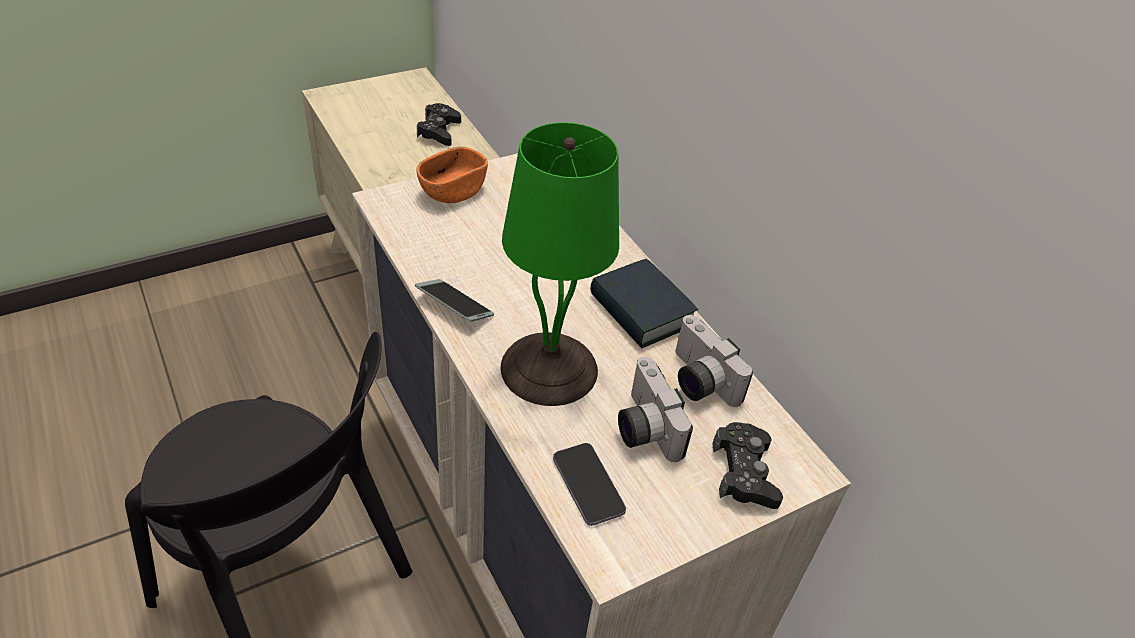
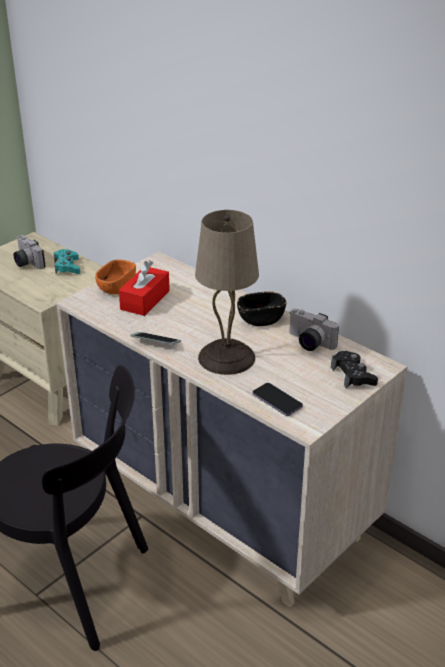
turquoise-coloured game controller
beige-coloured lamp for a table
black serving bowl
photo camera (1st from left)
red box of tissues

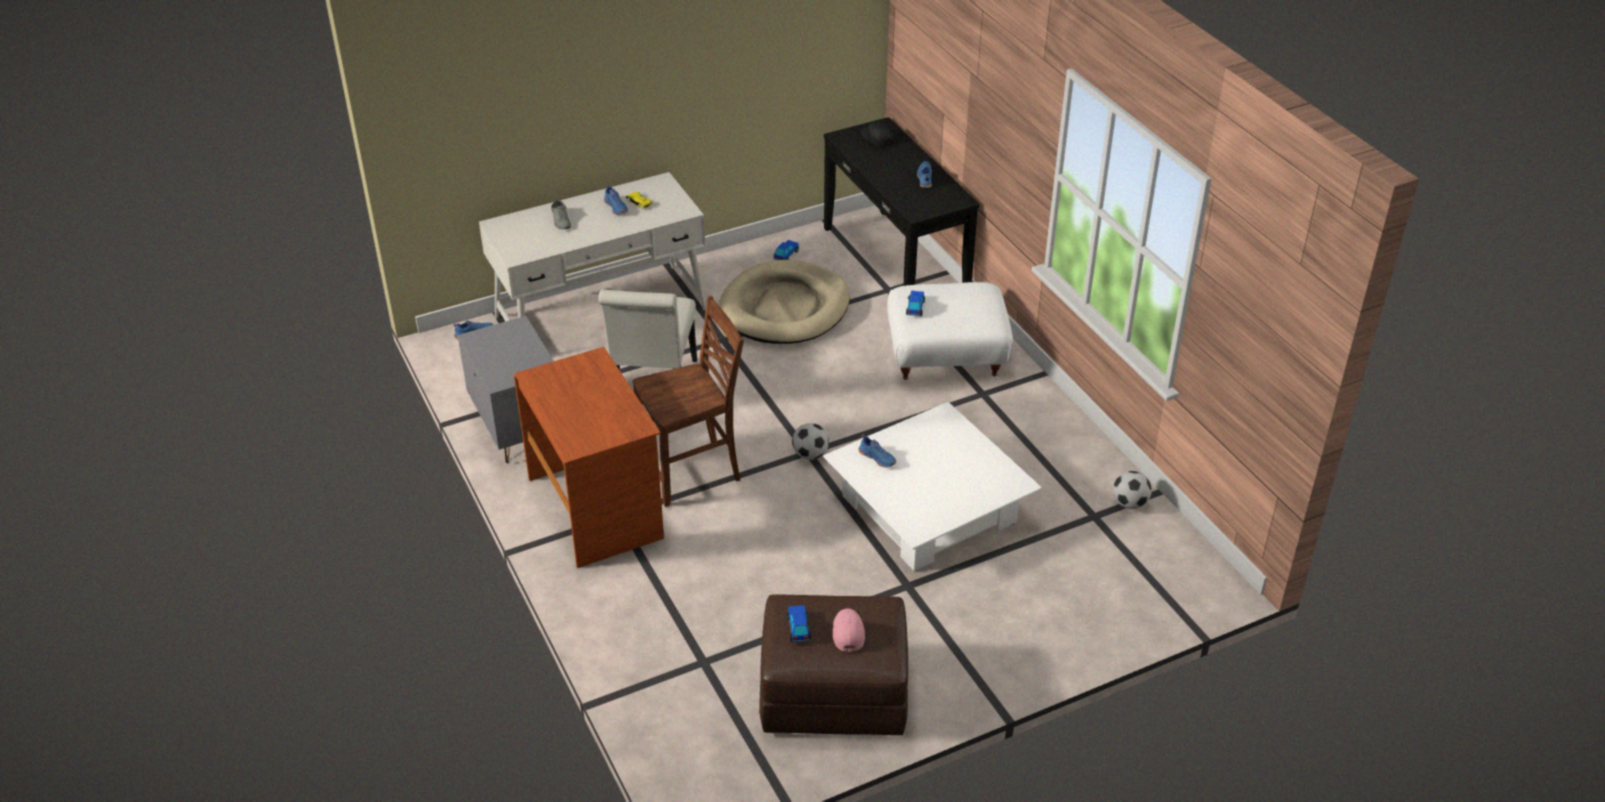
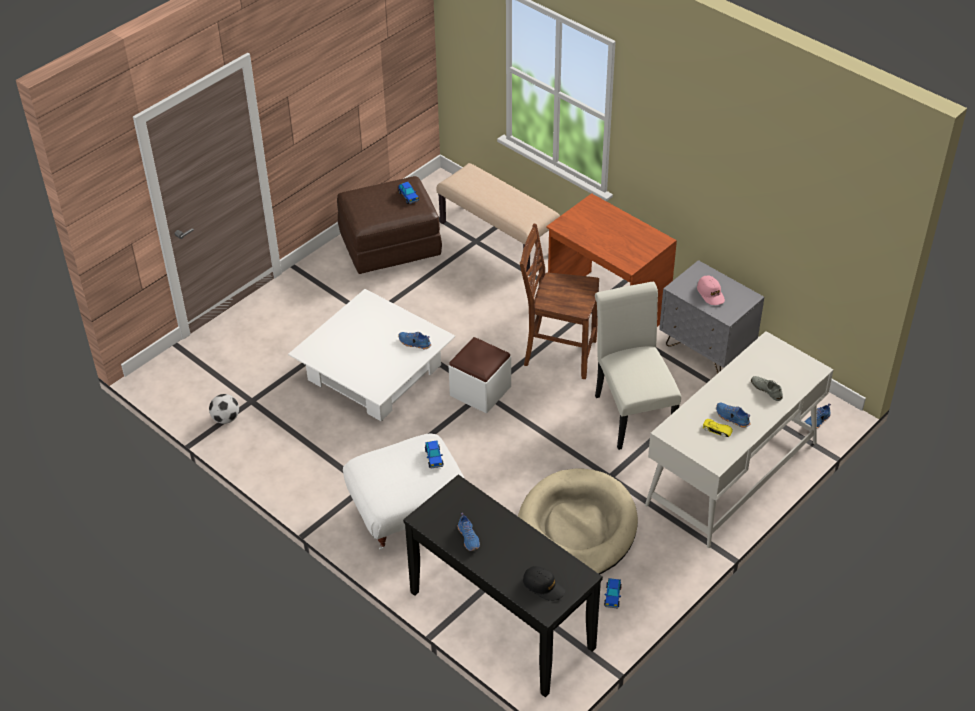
brown upright chair
white-coloured pouffe (2nd from left)
pinkish baseball cap
beige-coloured indoor bench

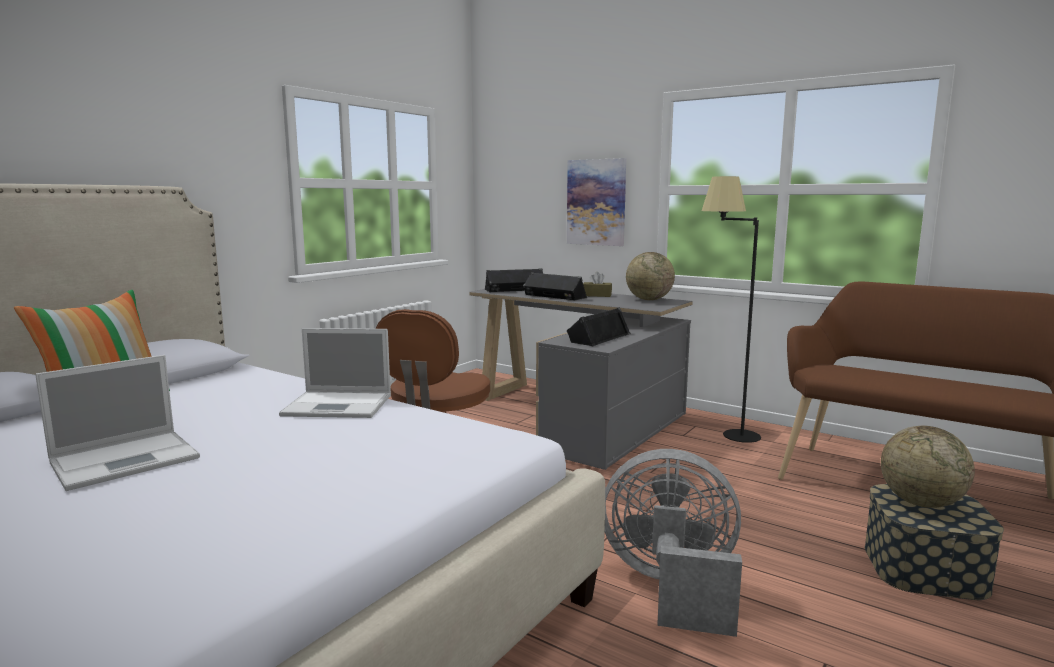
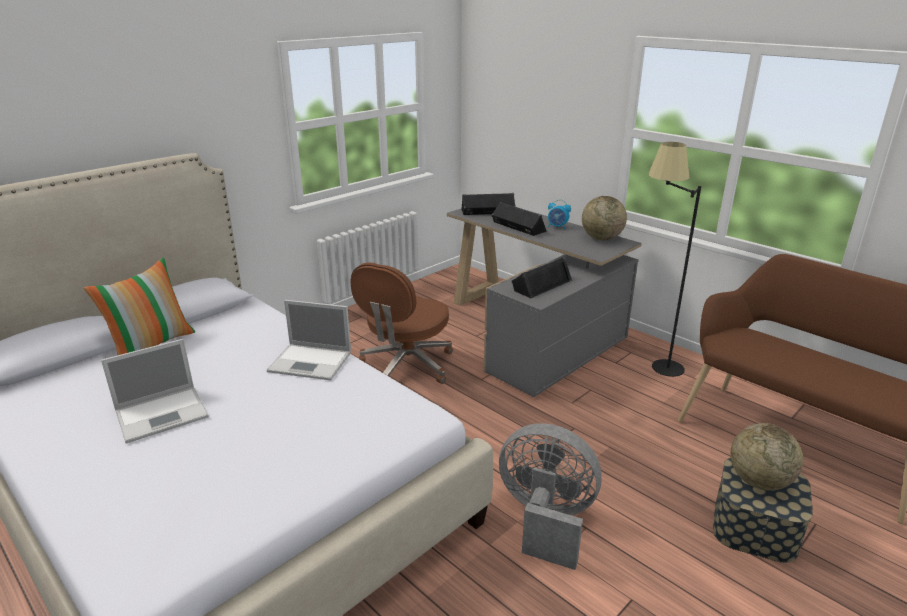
picture
table clock

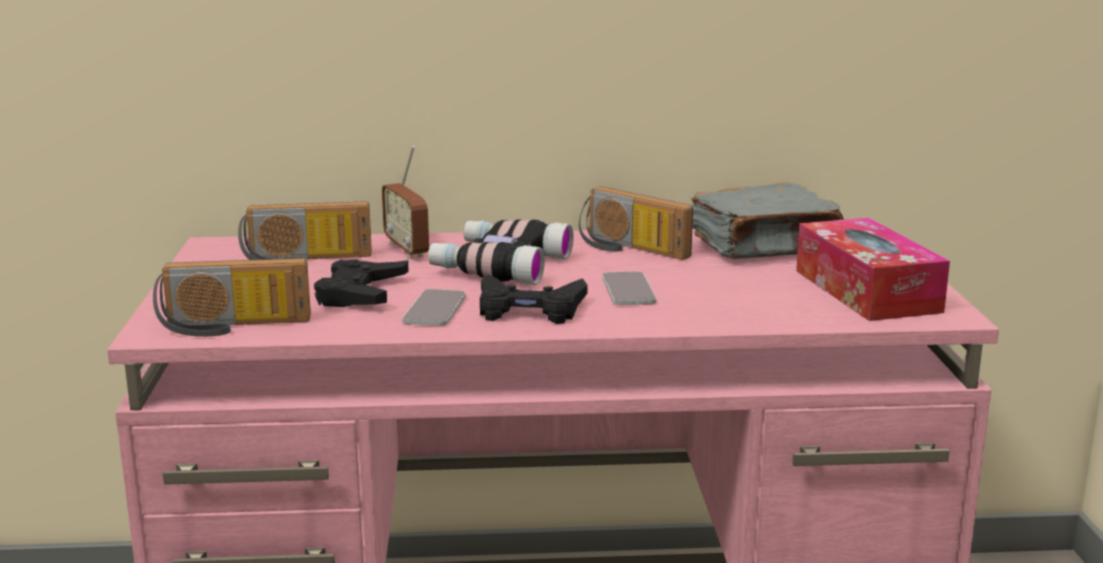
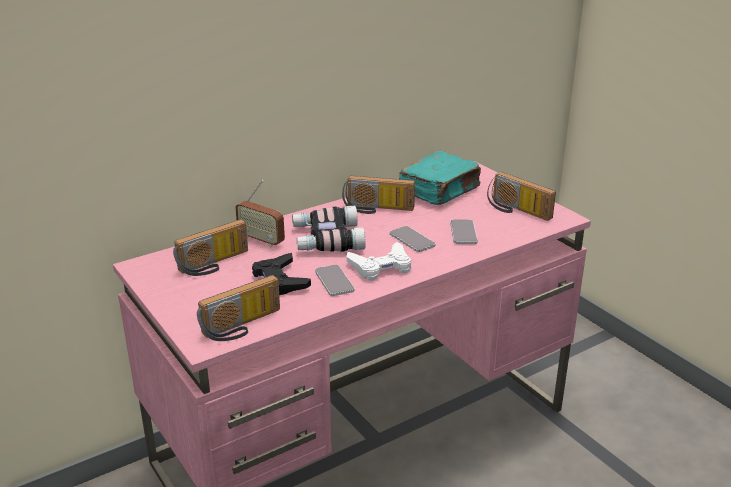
white-coloured game controller
turquoise-coloured bound book
radio set (5th from left)
phone (3rd from left)

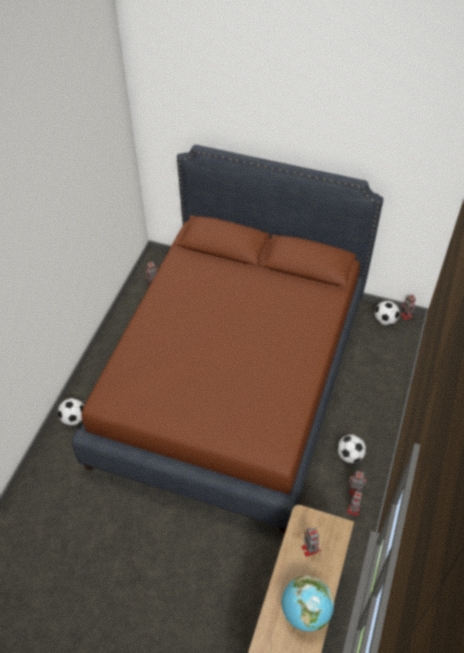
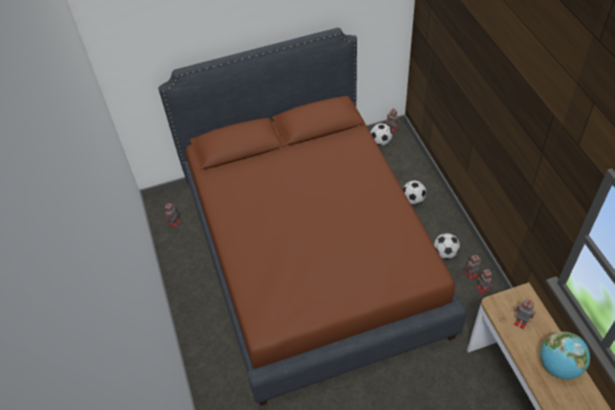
football ball (2nd from left)

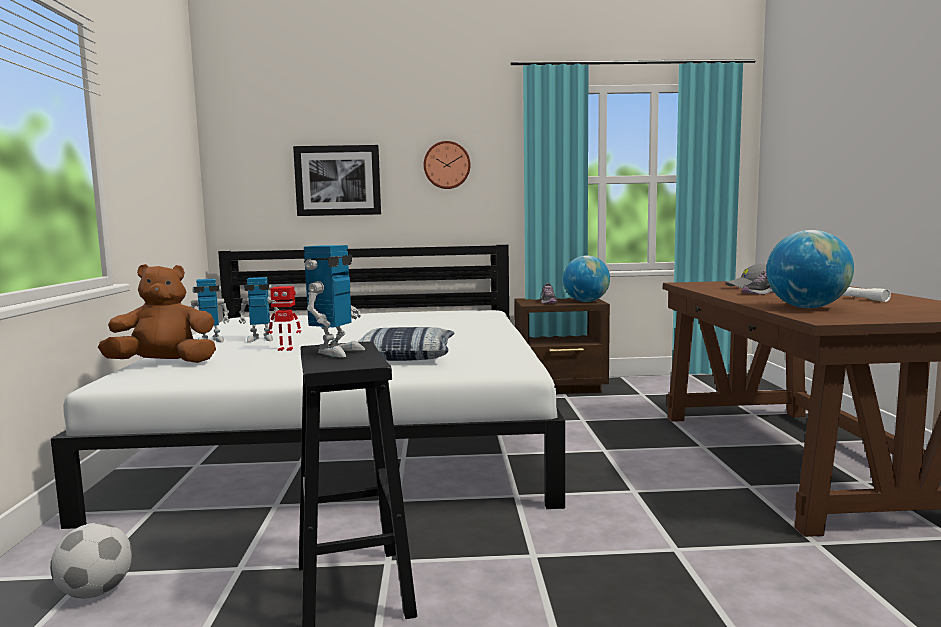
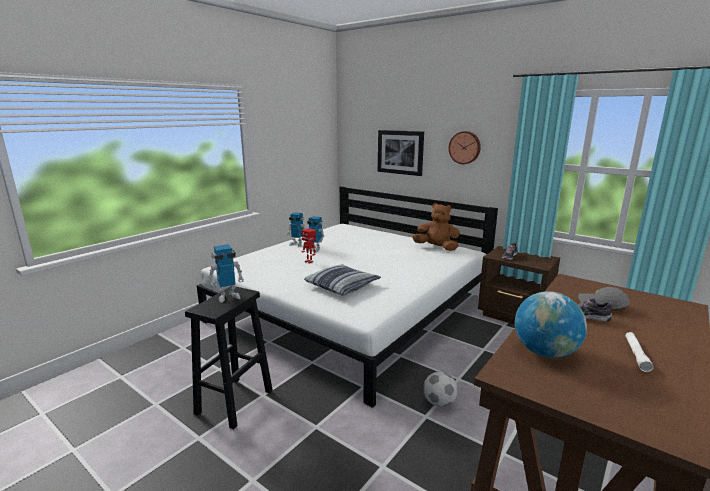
football ball
brown soft toy
desk globe (1st from left in the first image)

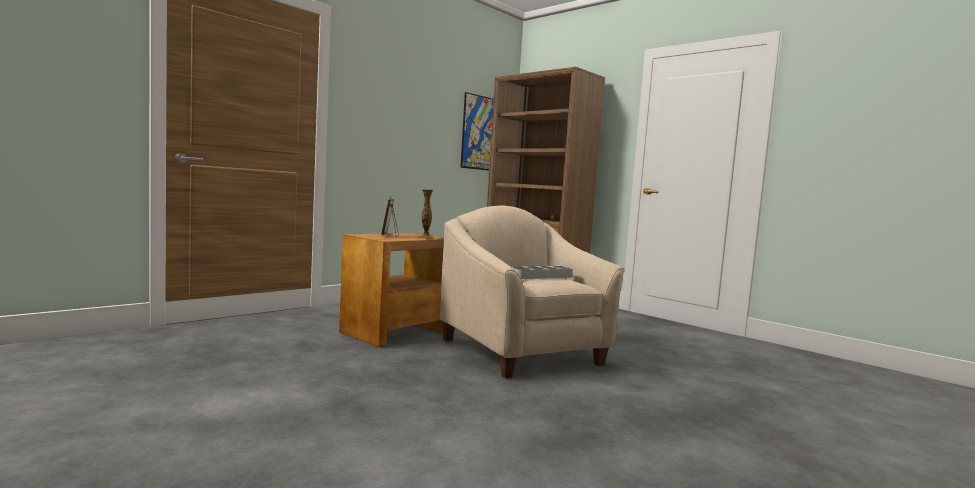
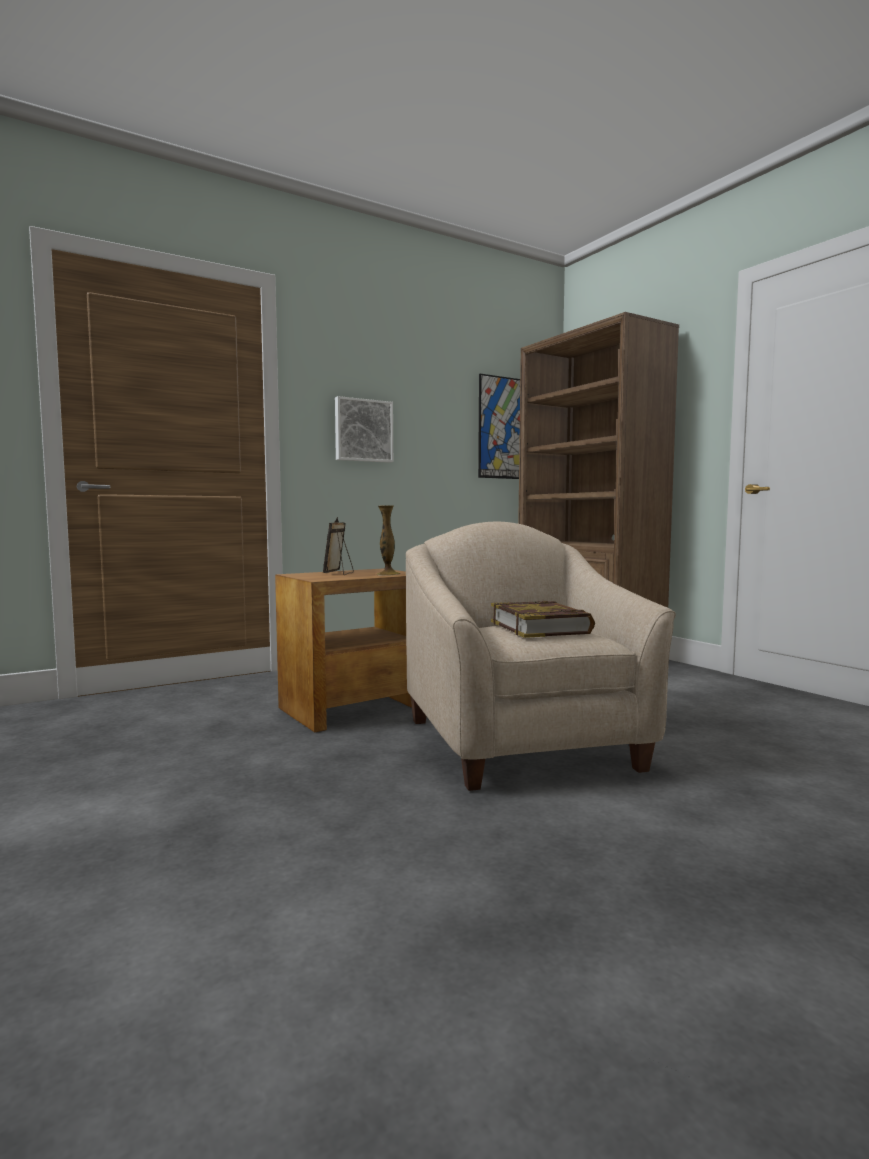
bound book
picture (1st from left)

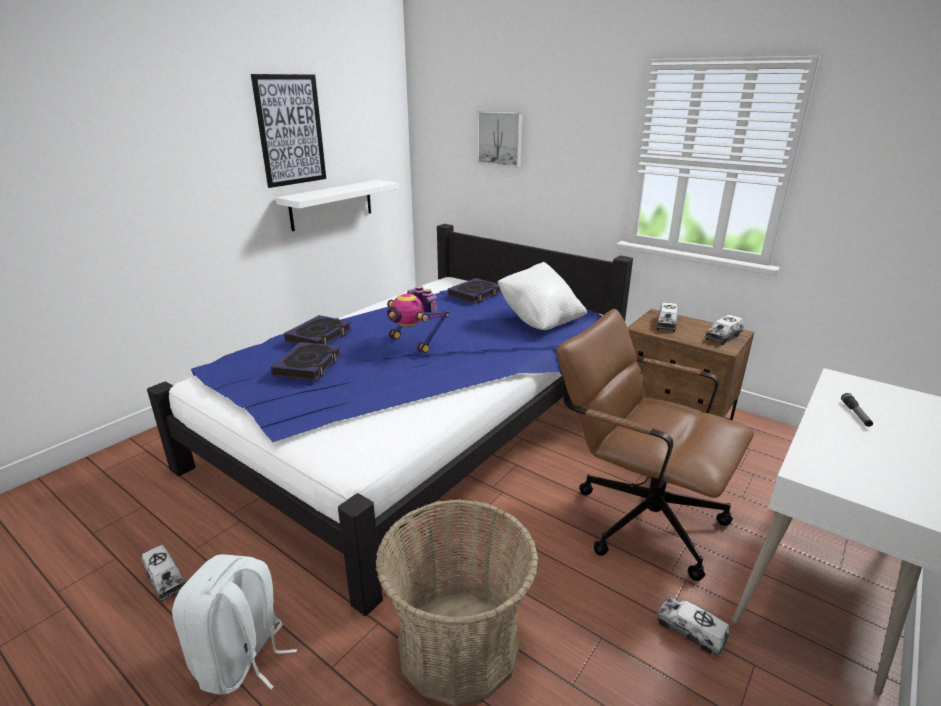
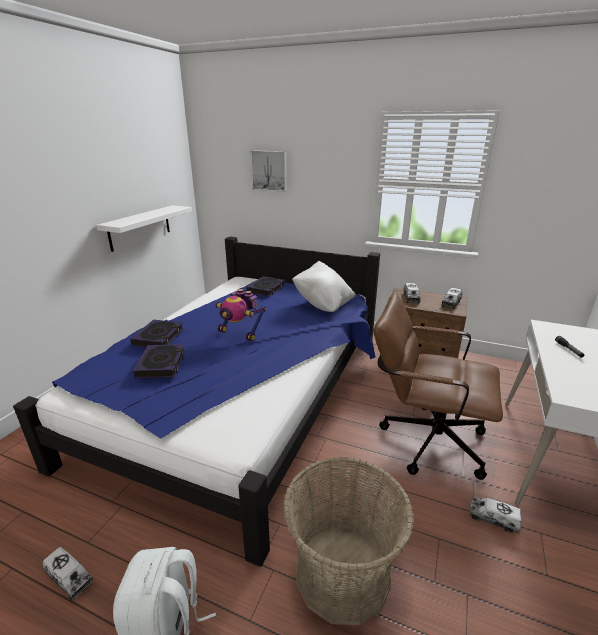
picture (1st from left in the first image)

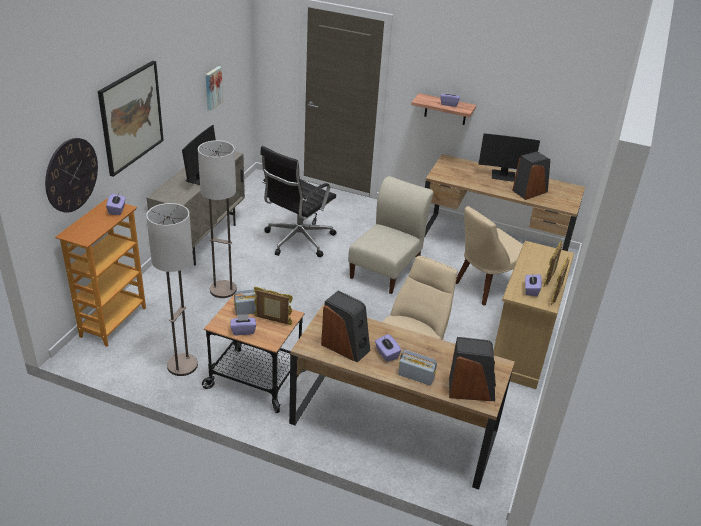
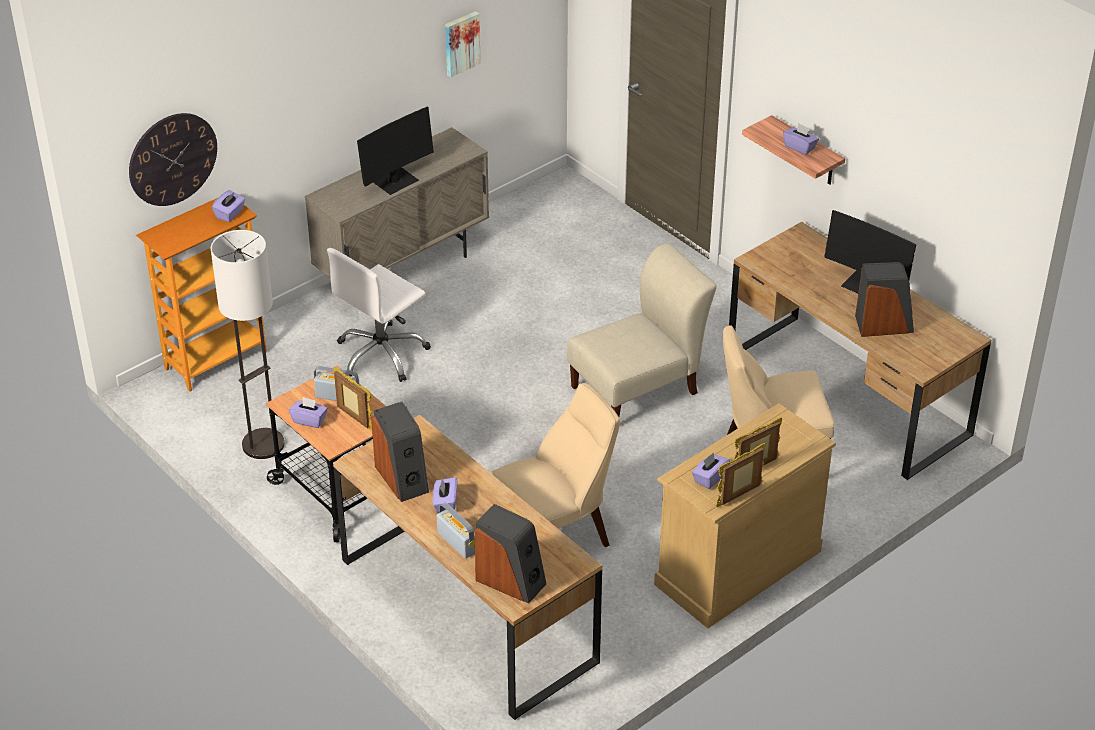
picture (1st from left in the first image)
white-coloured computer chair
black computer chair

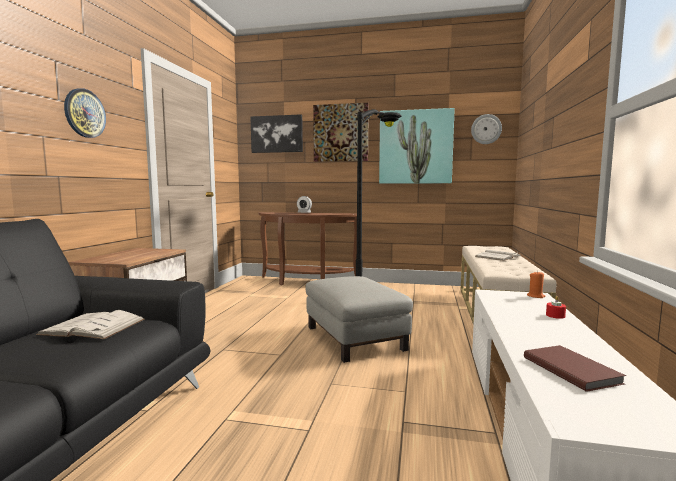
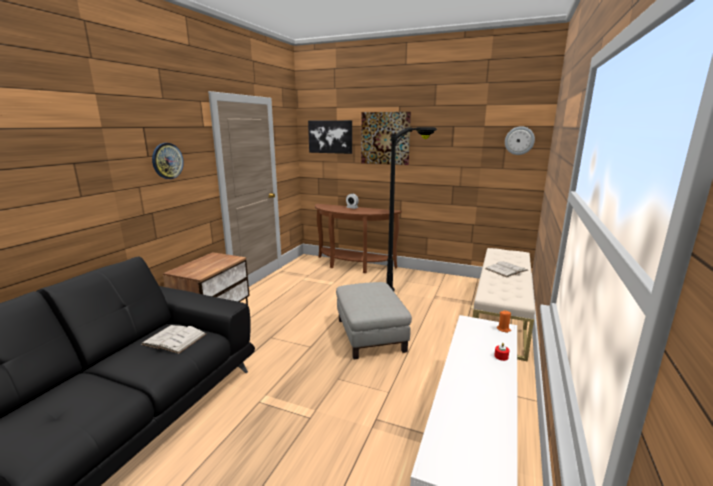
picture (3rd from left in the first image)
brown bound book

